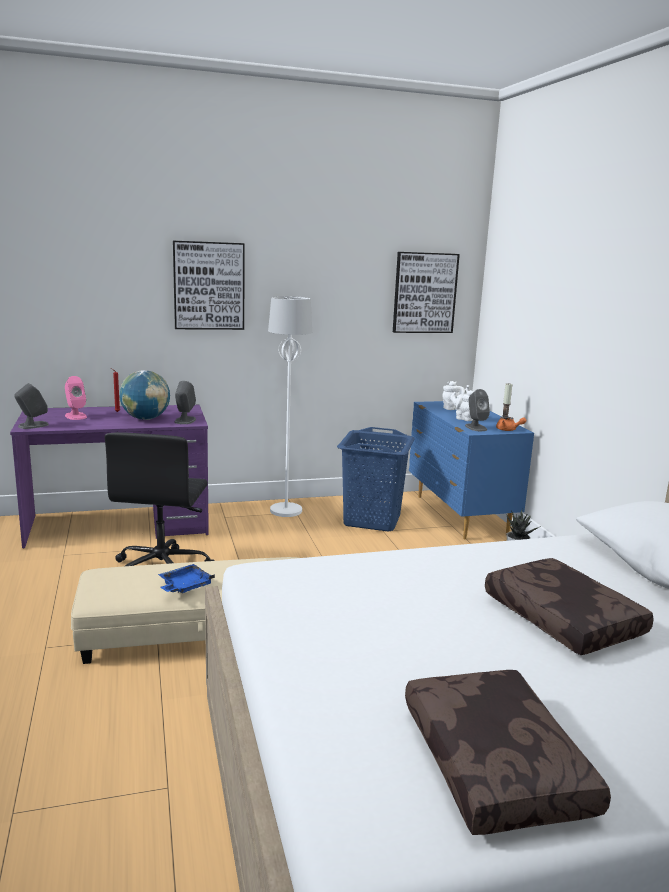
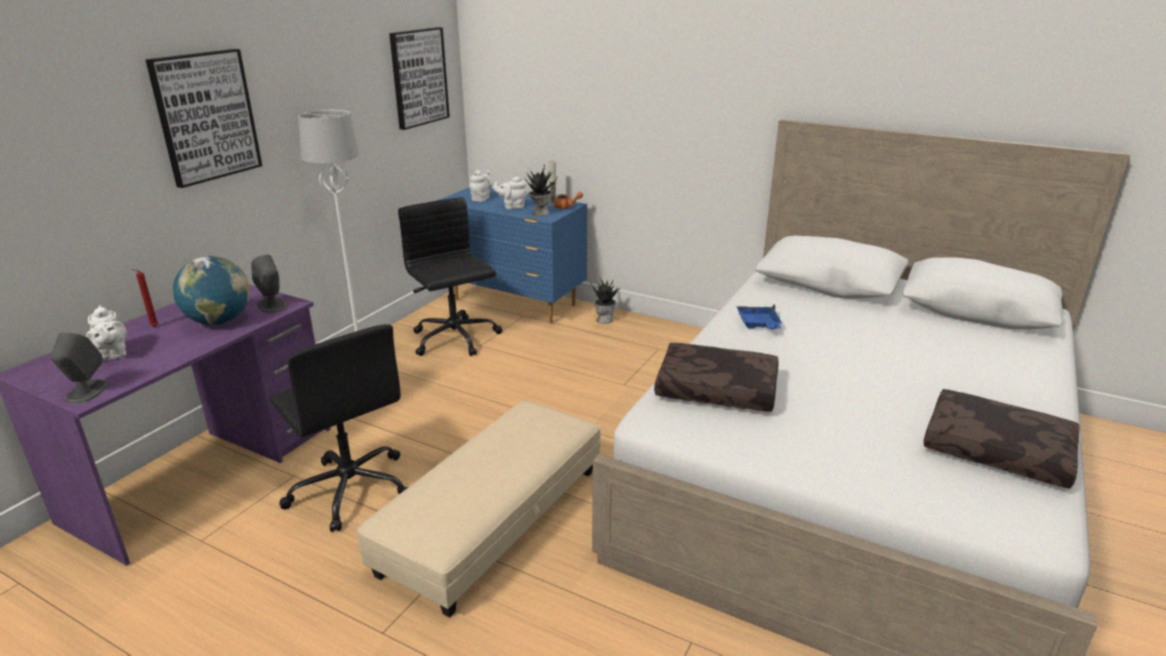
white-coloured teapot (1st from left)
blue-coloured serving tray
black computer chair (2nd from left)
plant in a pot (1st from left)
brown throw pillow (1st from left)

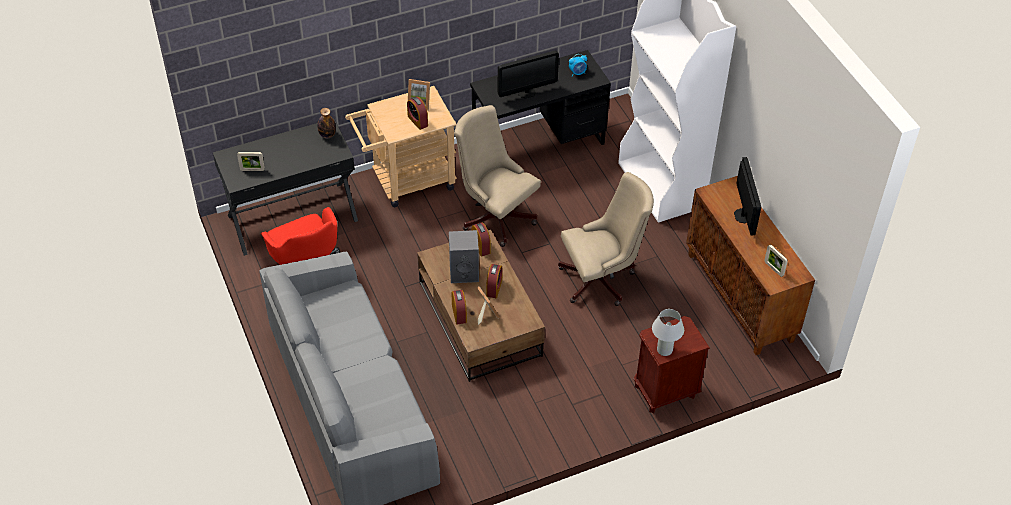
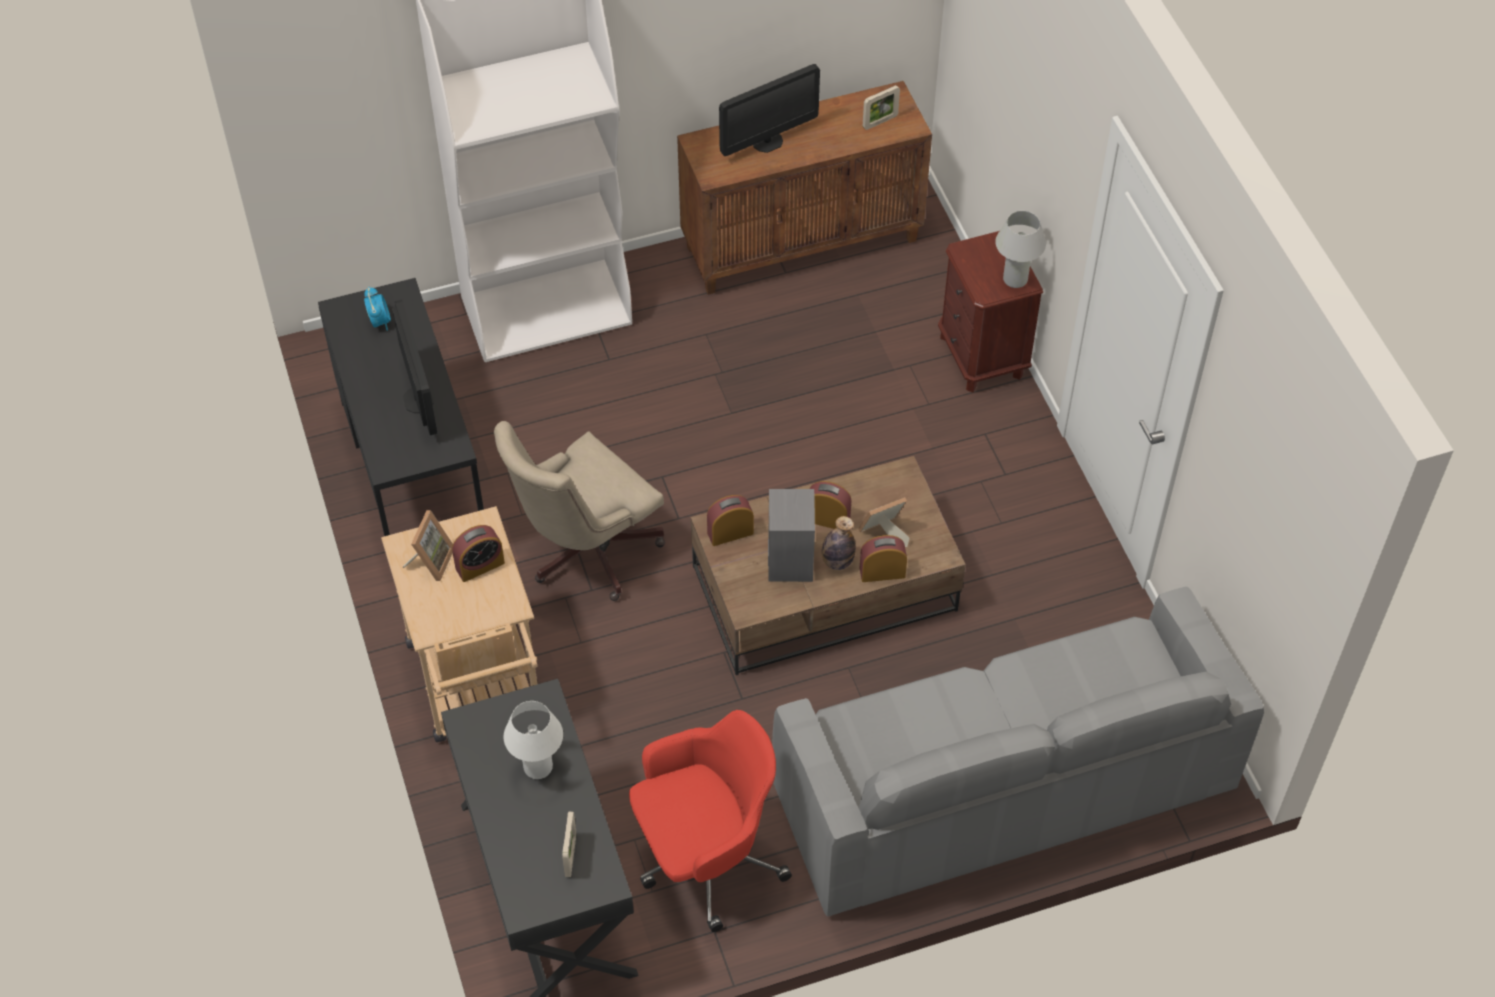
drink bottle
beige-coloured computer chair (2nd from left in the first image)
computer display (2nd from left)
white-coloured lamp for a table (1st from left)

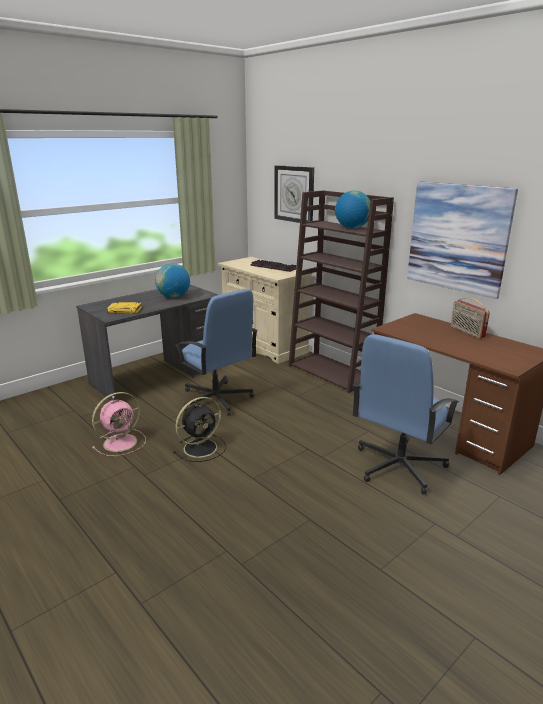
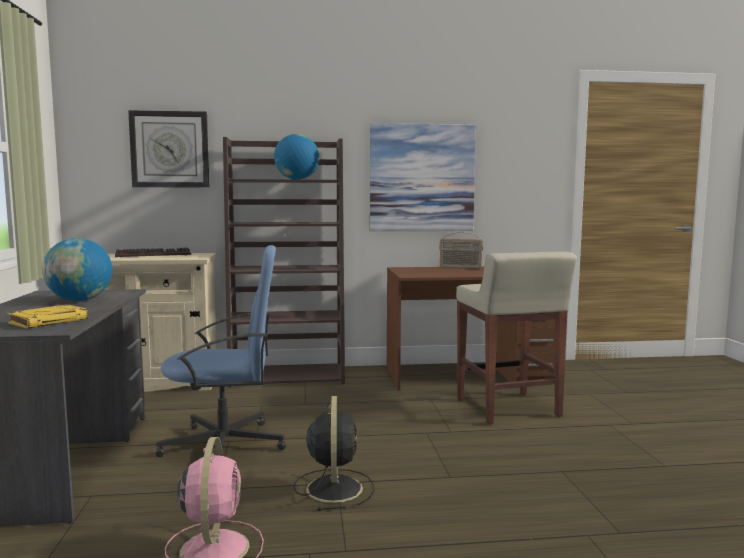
beige-coloured stool

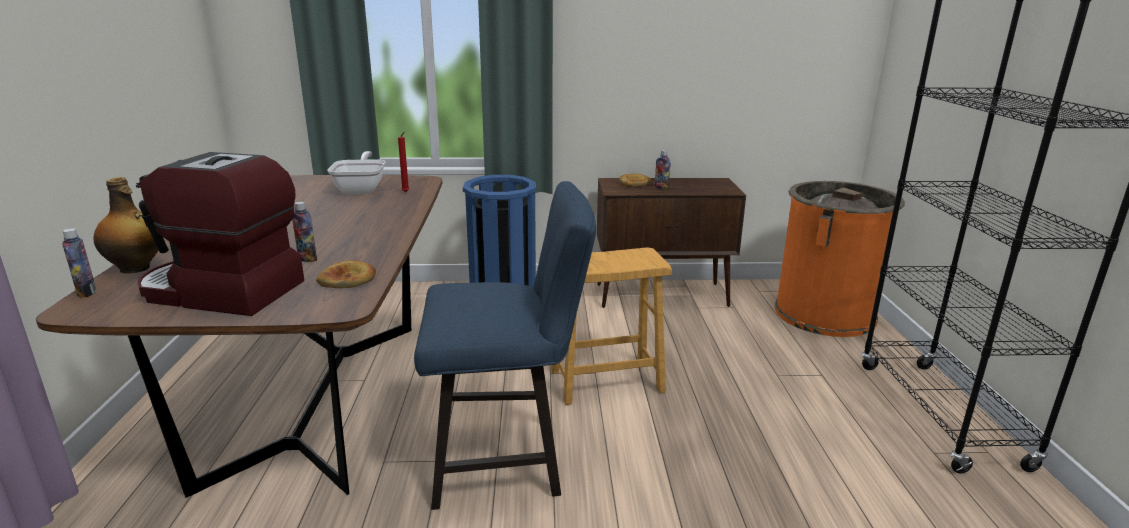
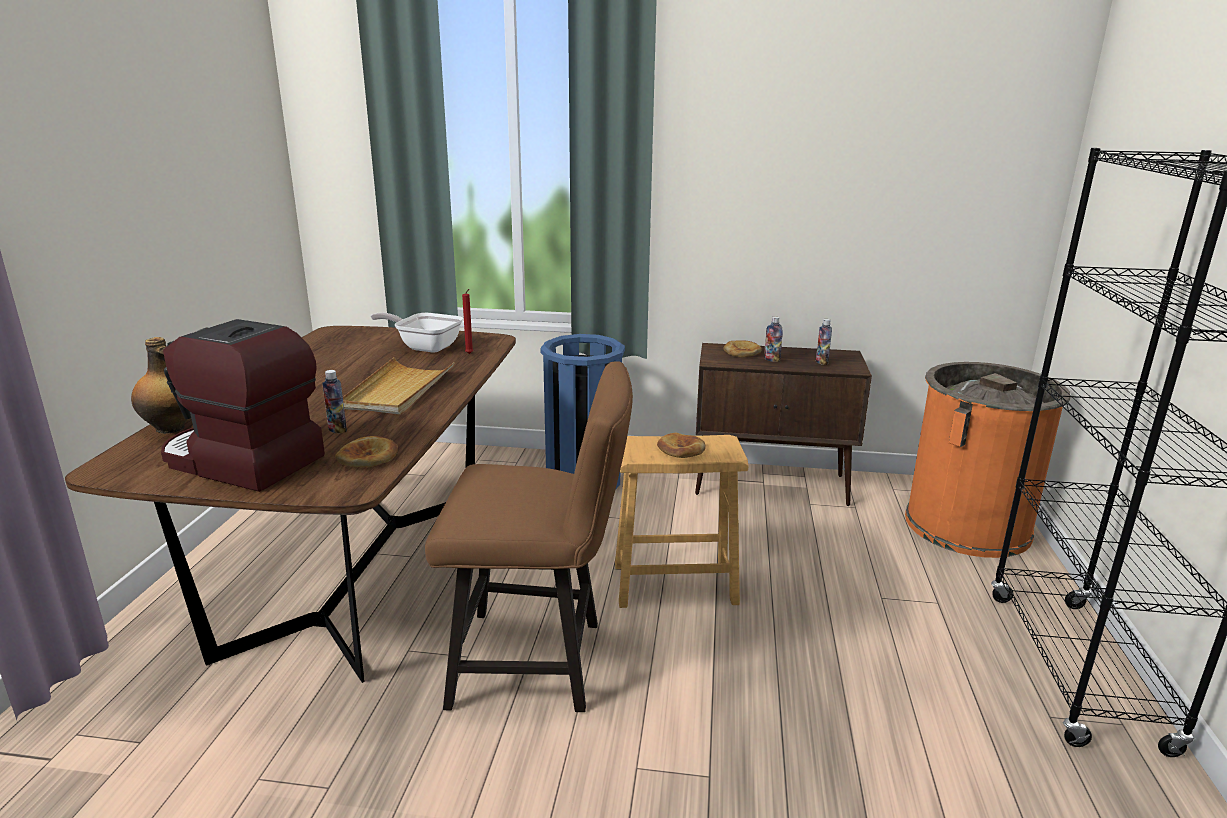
drink bottle (4th from left)
frying pan
brown upright chair
beige-coloured serving tray
bakery bread (2nd from left)

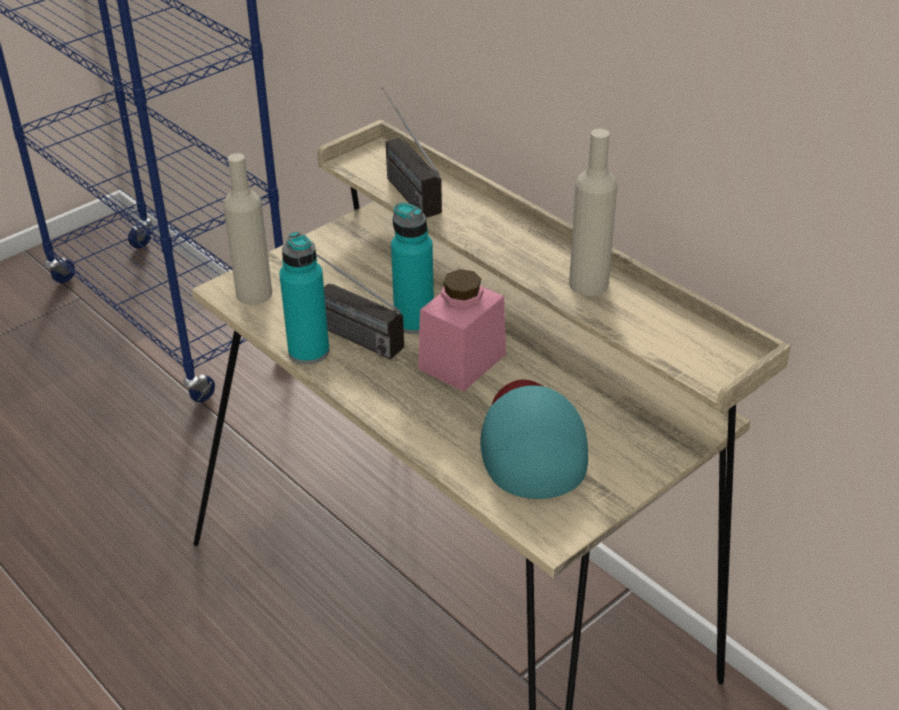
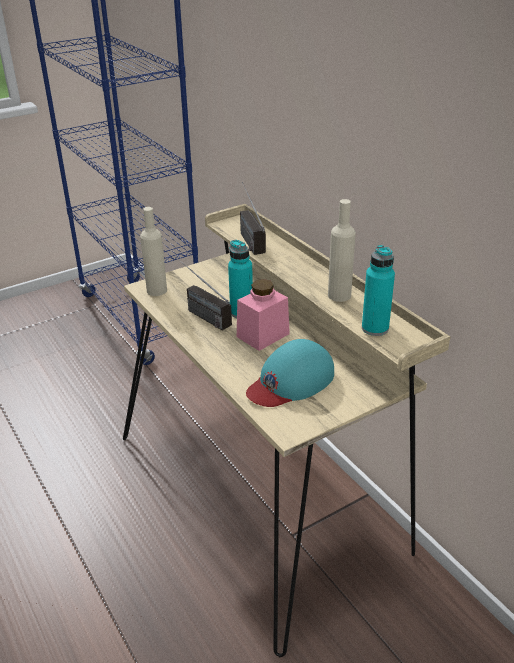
turquoise-coloured drink bottle (2nd from left)
turquoise-coloured baseball cap

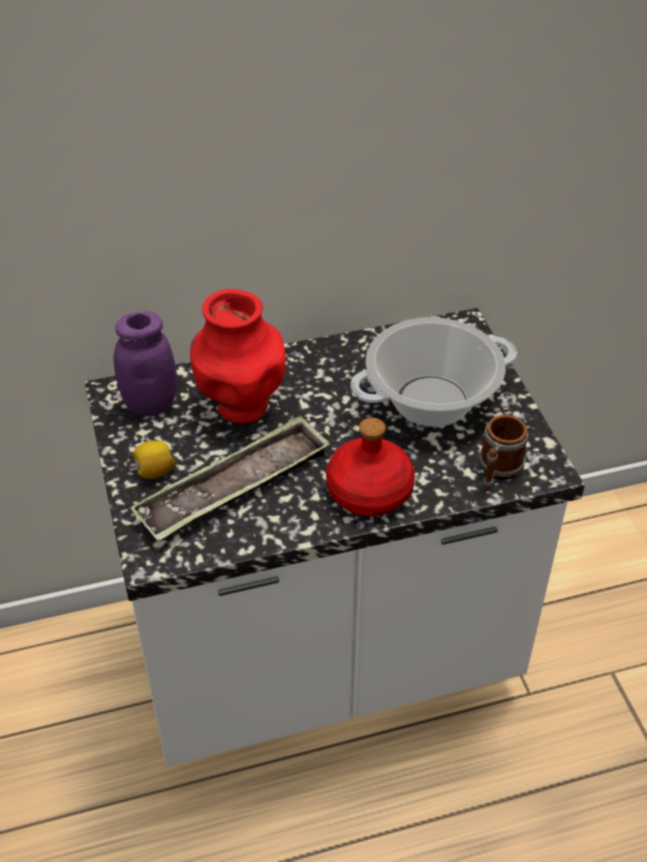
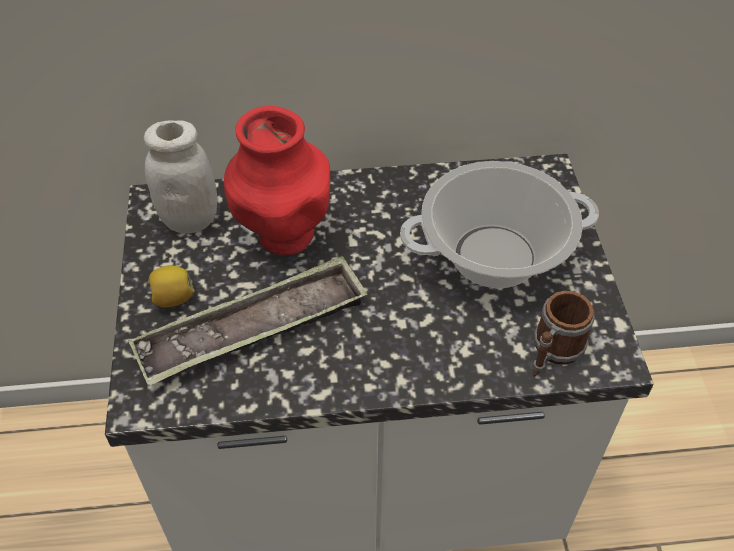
white-coloured storage jar
red drink bottle

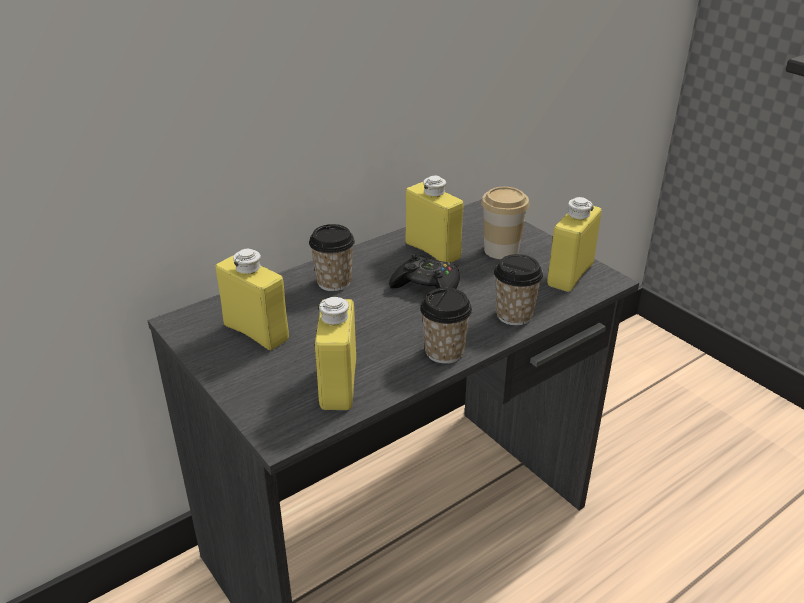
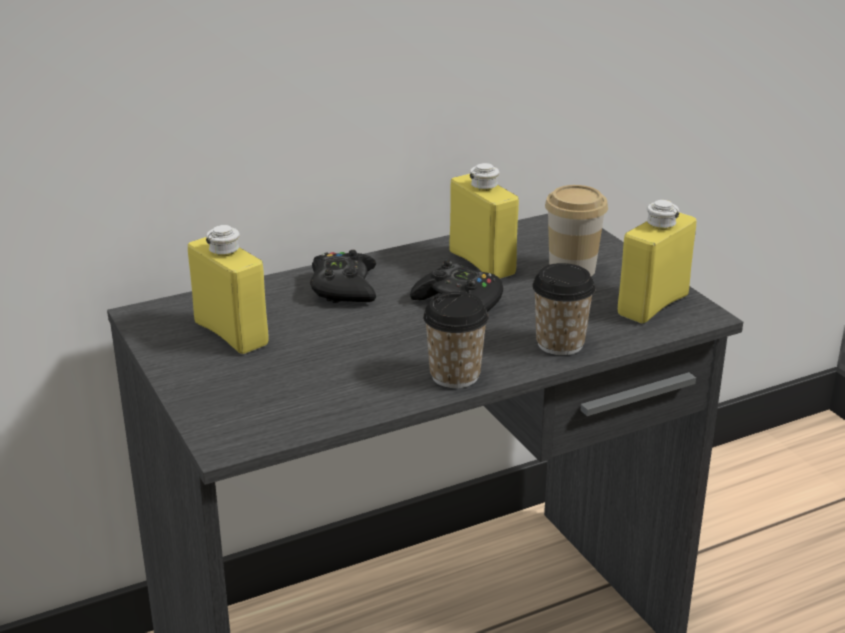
black game controller (1st from left)
yellowish drink bottle (2nd from left in the first image)

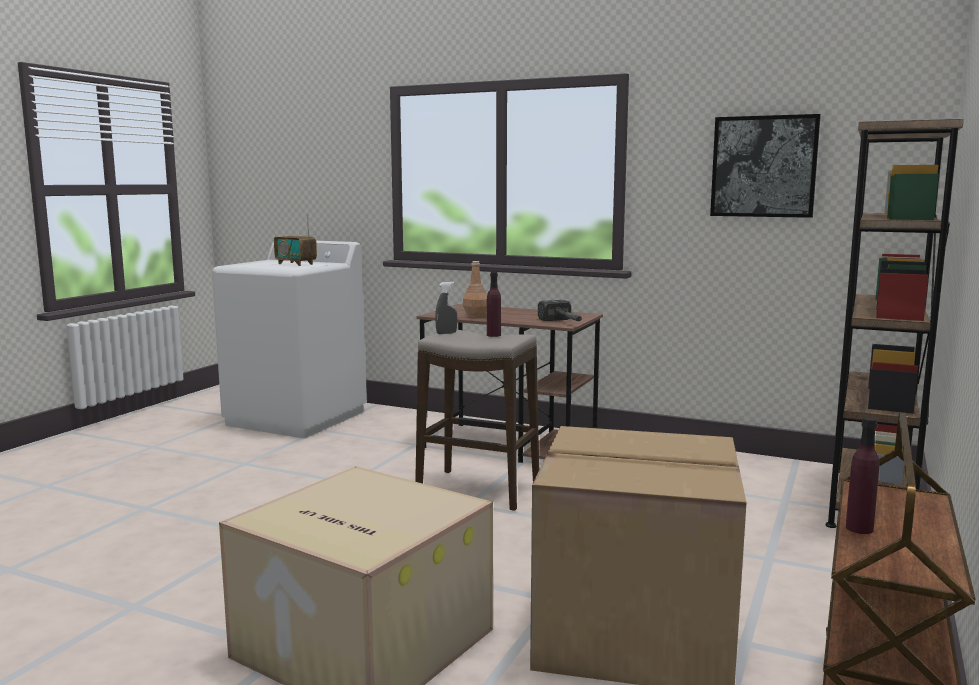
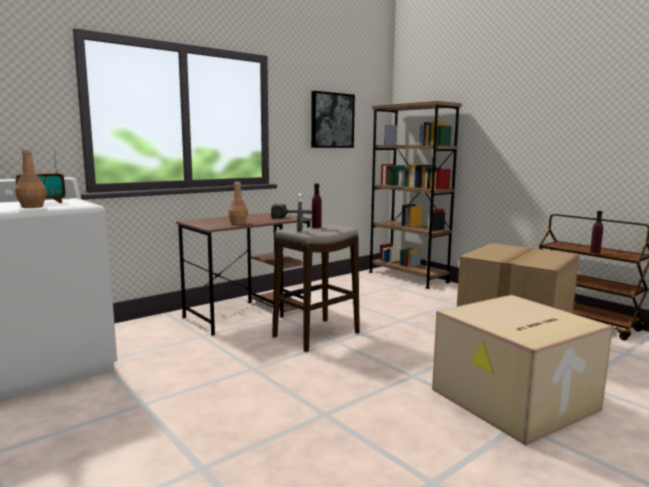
brown drink bottle (1st from left)

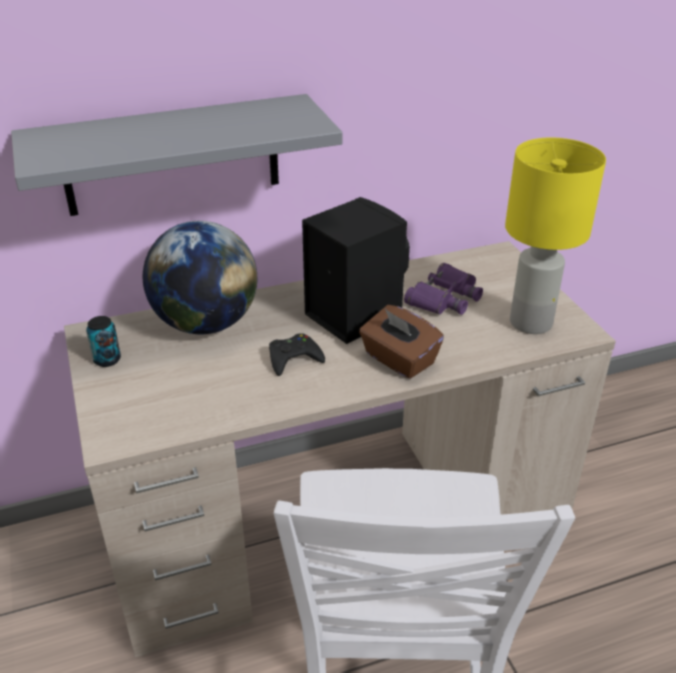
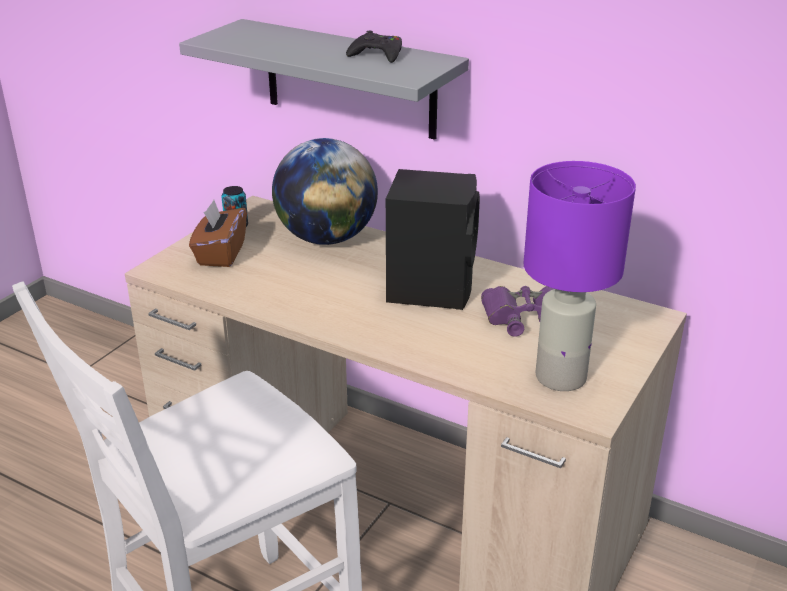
black game controller
brown box of tissues
purple lamp for a table

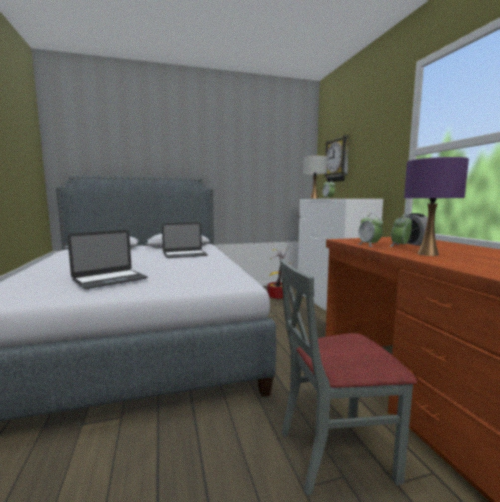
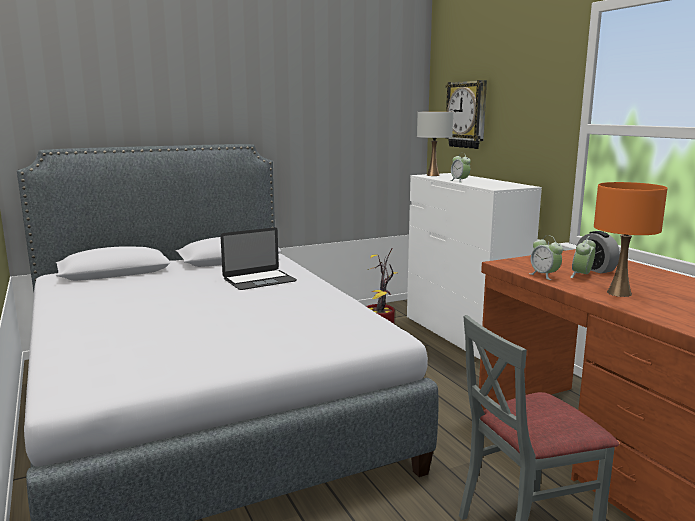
notebook computer (1st from left in the first image)
orange-coloured lamp for a table

